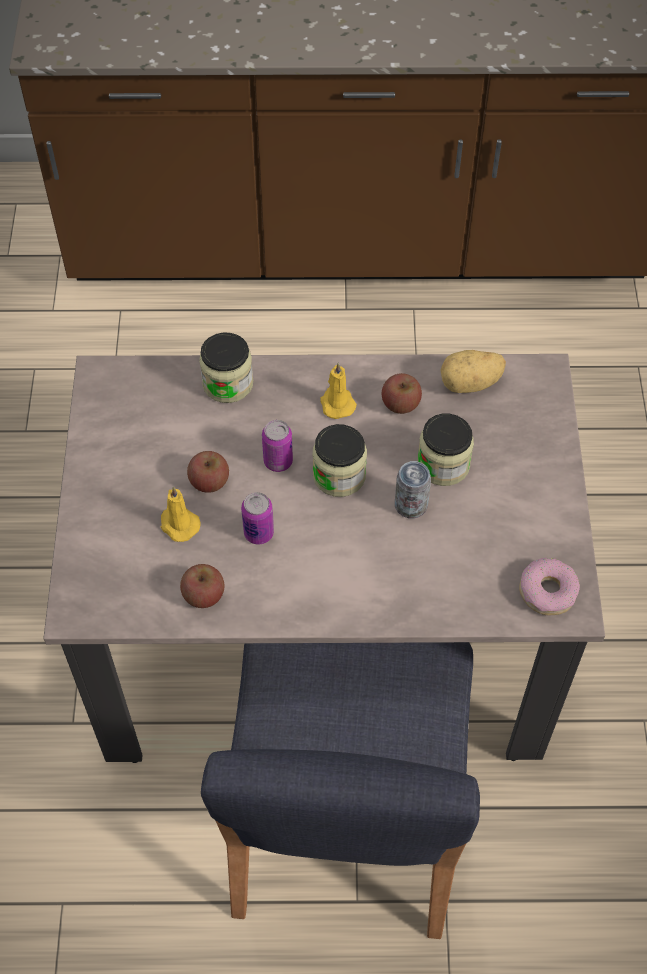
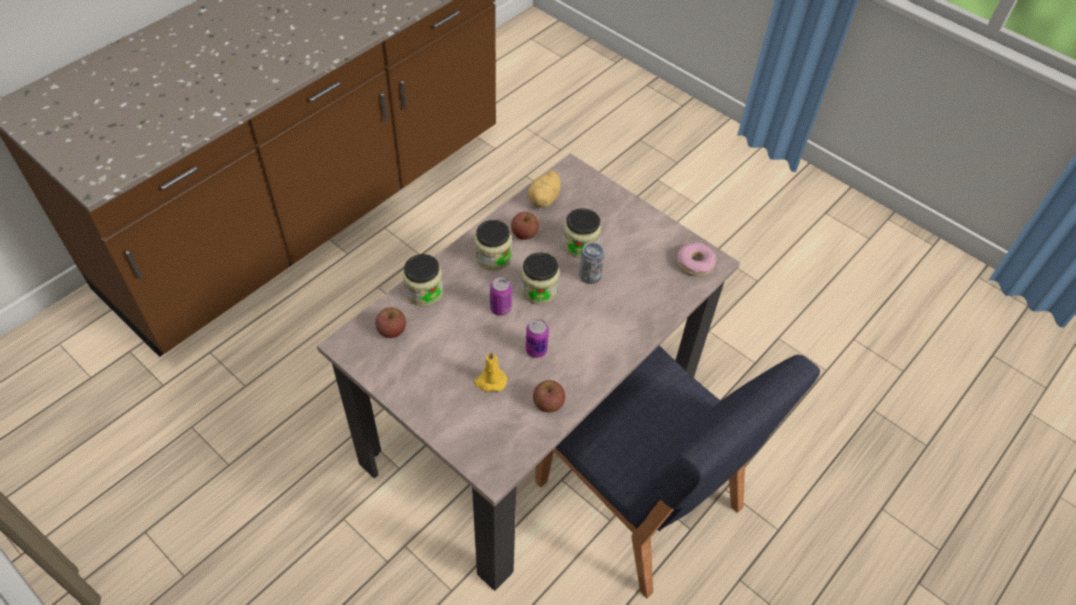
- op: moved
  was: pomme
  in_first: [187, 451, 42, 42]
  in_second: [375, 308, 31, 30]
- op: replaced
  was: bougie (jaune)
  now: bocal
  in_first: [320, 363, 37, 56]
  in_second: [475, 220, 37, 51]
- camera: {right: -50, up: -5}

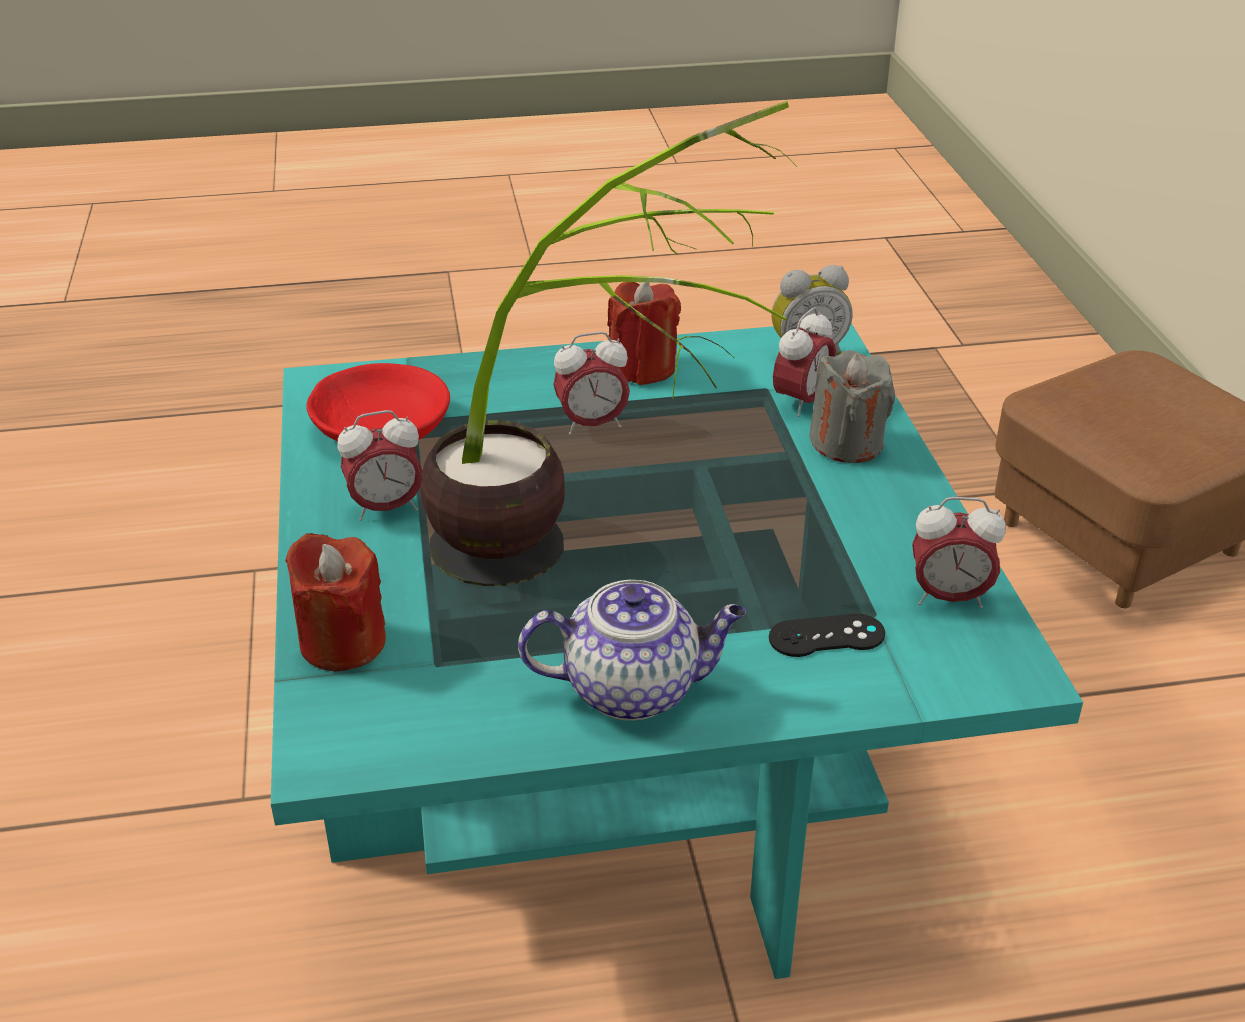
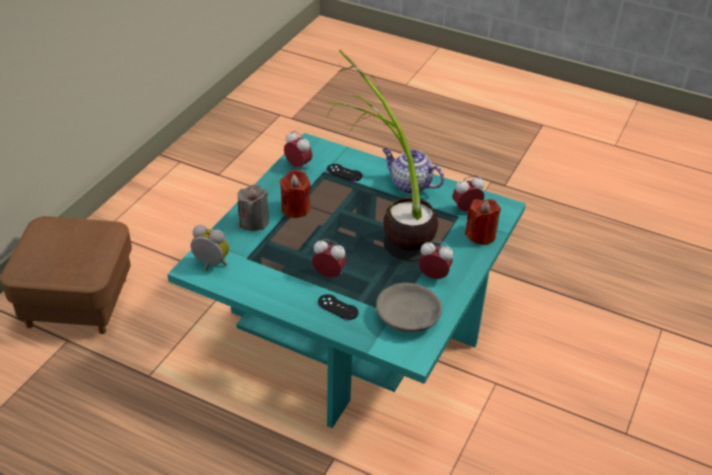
- op: recoloured
  was: bol (rouge)
  now: bol (gris)
  in_first: [307, 363, 143, 78]
  in_second: [376, 283, 66, 49]
- op: moved
  was: bougie (rouge)
  in_first: [607, 282, 74, 103]
  in_second: [280, 170, 31, 48]
- op: moved
  was: réveil
  in_first: [773, 307, 63, 110]
  in_second: [453, 175, 32, 37]
- op: added
  now: manette (noir)
  in_second: [318, 294, 41, 26]
- camera: {right: -145, up: 5}

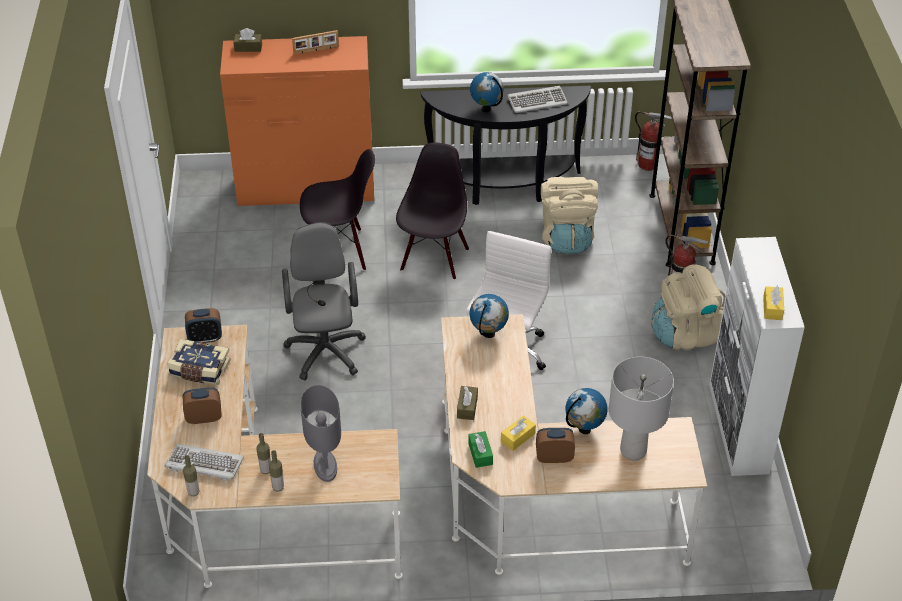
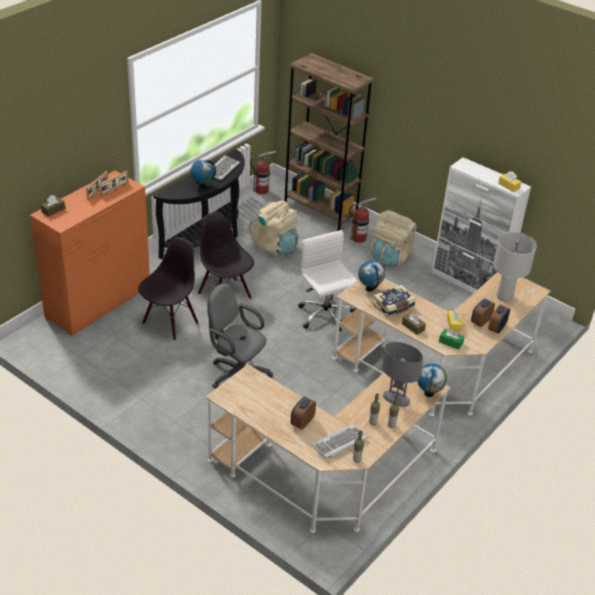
- op: moved
  was: livre
  in_first: [167, 339, 64, 46]
  in_second: [373, 285, 43, 33]
- op: moved
  was: réveil
  in_first: [185, 308, 37, 35]
  in_second: [488, 305, 22, 29]
- op: moved
  was: globe
  in_first: [565, 388, 43, 46]
  in_second: [417, 363, 30, 34]
- op: added
  now: cadre photo
  in_second: [100, 171, 29, 26]
- camera: {right: -50, up: -5}

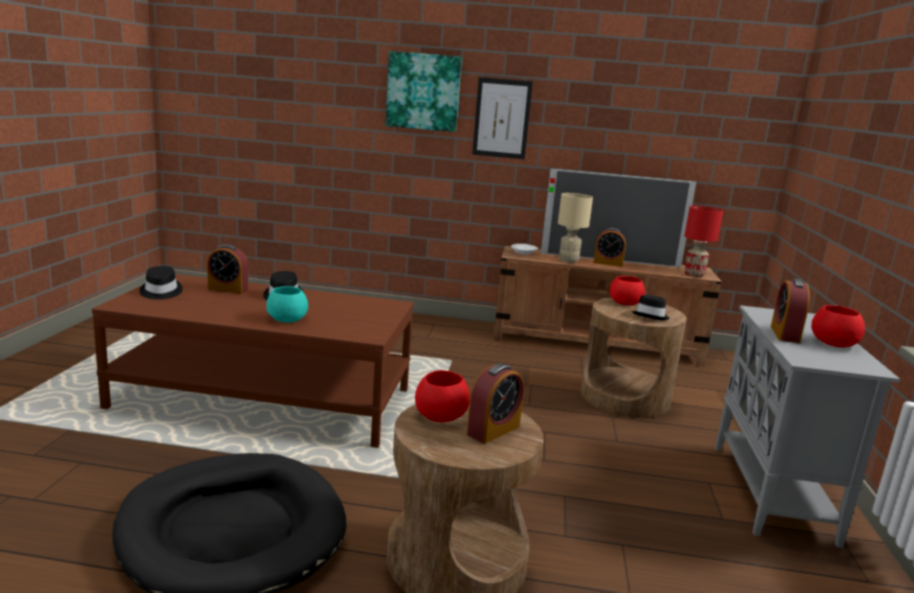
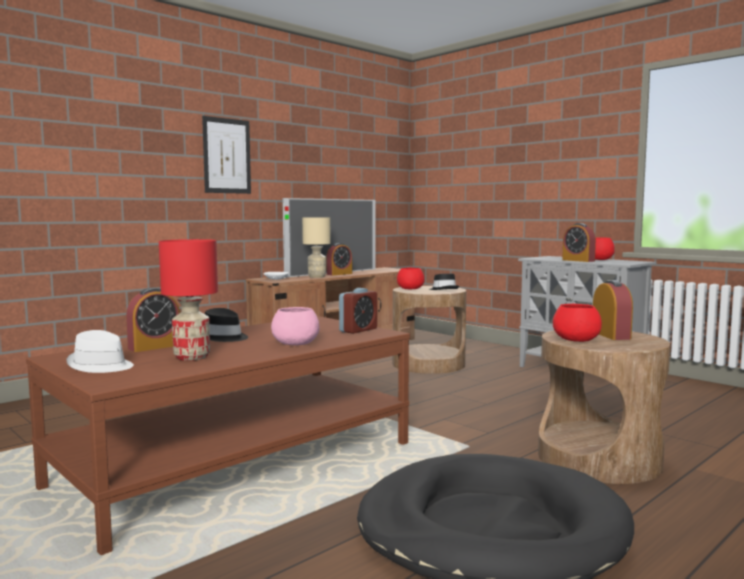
- op: recoloured
  was: chapeau (noir)
  now: chapeau (blanc)
  in_first: [140, 266, 43, 34]
  in_second: [66, 330, 68, 43]
- op: recoloured
  was: bol (turquoise)
  now: bol (rose)
  in_first: [266, 286, 42, 37]
  in_second: [271, 307, 48, 38]
- op: removed
  was: tableau
  in_first: [386, 51, 76, 81]
- op: moved
  was: lampe de table (rouge)
  in_first: [684, 205, 39, 72]
  in_second: [159, 239, 59, 122]
- op: added
  now: réveil
  in_second: [339, 288, 38, 46]
- camera: {right: -50, up: -10}

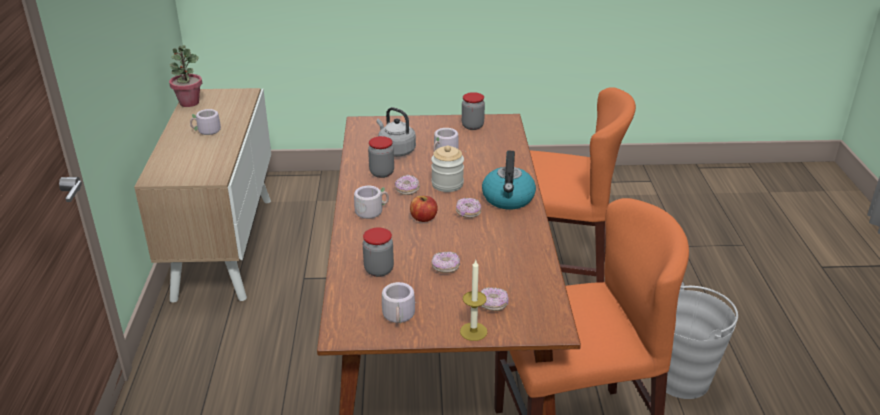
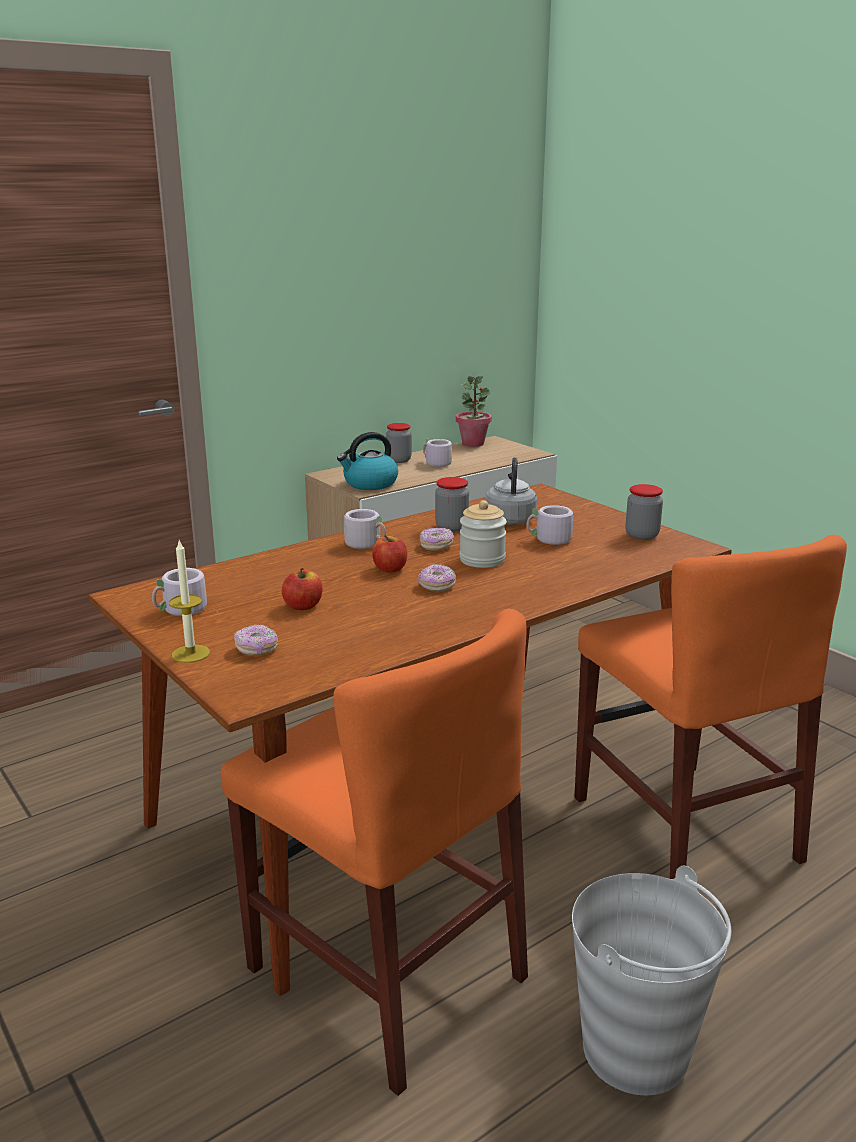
- op: moved
  was: bocal
  in_first: [363, 228, 31, 49]
  in_second: [386, 423, 25, 40]
- op: replaced
  was: beignet
  now: pomme
  in_first: [431, 252, 29, 21]
  in_second: [282, 568, 41, 42]
- op: moved
  was: bouilloire
  in_first: [482, 151, 54, 58]
  in_second: [337, 432, 61, 58]
- camera: {right: 55, up: -10}

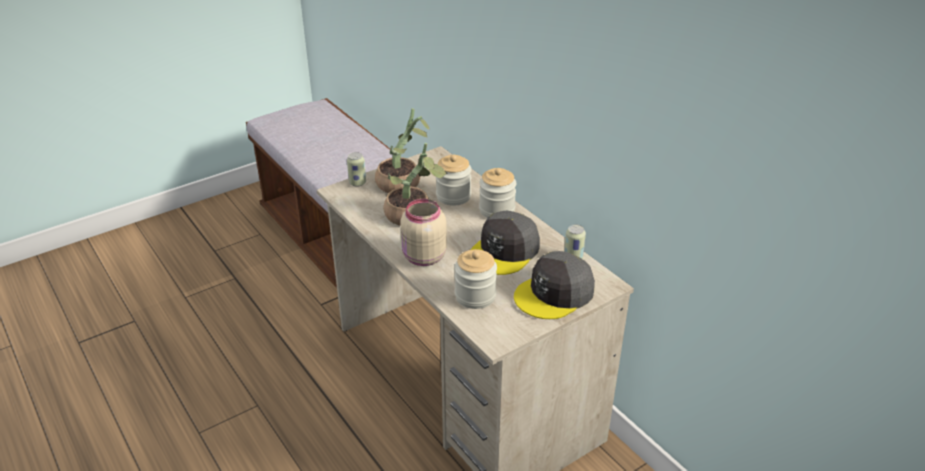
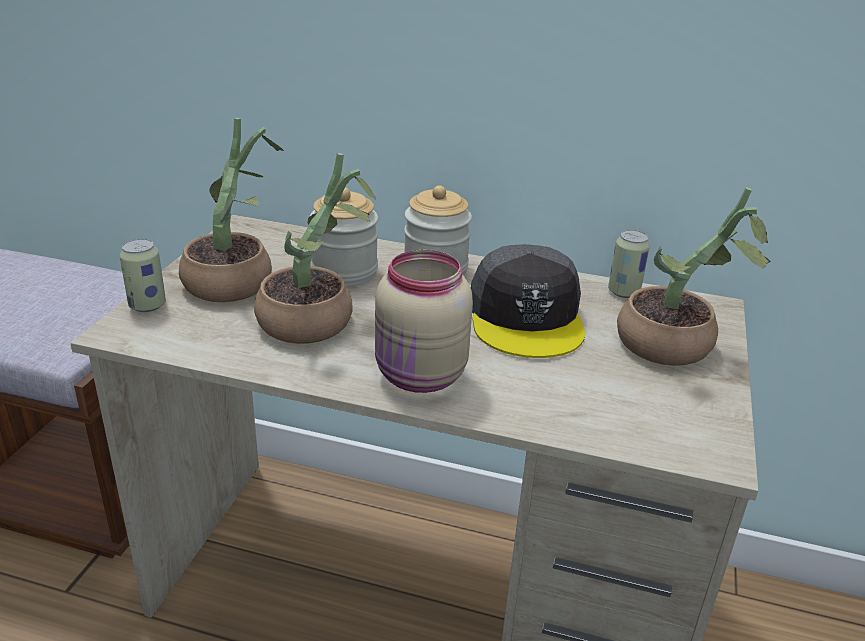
- op: removed
  was: bocal
  in_first: [455, 249, 42, 60]
- op: replaced
  was: casquette (gris)
  now: plante en pot
  in_first: [514, 251, 81, 68]
  in_second: [617, 187, 154, 179]
- camera: {right: -40, up: -5}

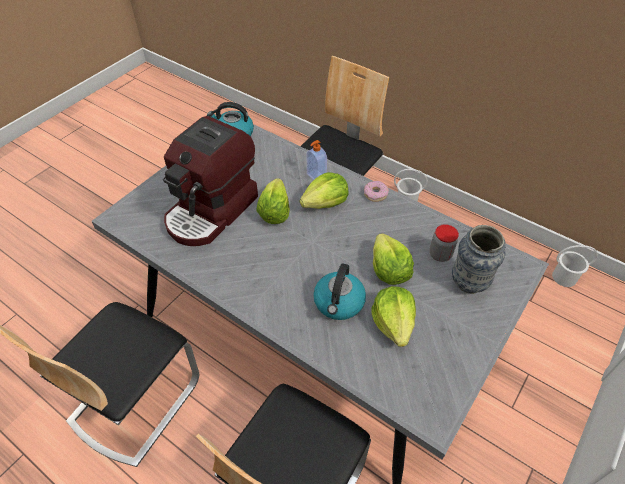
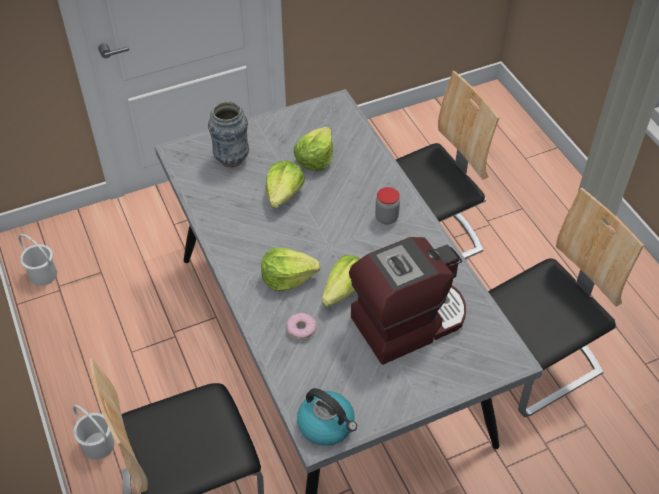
- op: removed
  was: distributeur de savon
  in_first: [307, 140, 20, 40]
- op: removed
  was: bouilloire
  in_first: [313, 263, 53, 57]
- op: moved
  was: beignet
  in_first: [364, 181, 25, 21]
  in_second: [287, 313, 30, 27]
- op: moved
  was: bocal
  in_first: [430, 224, 29, 38]
  in_second: [375, 187, 25, 37]
- camera: {right: -150, up: 0}

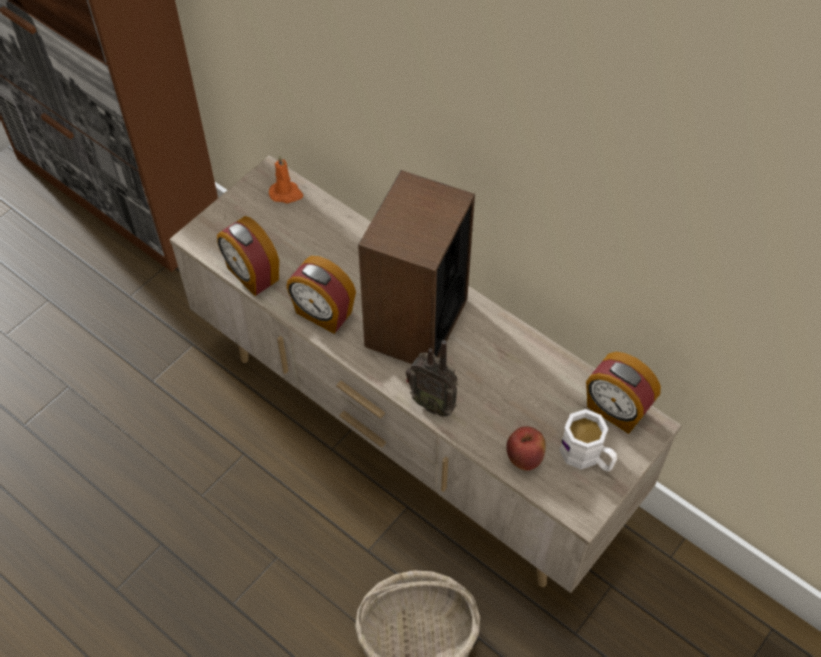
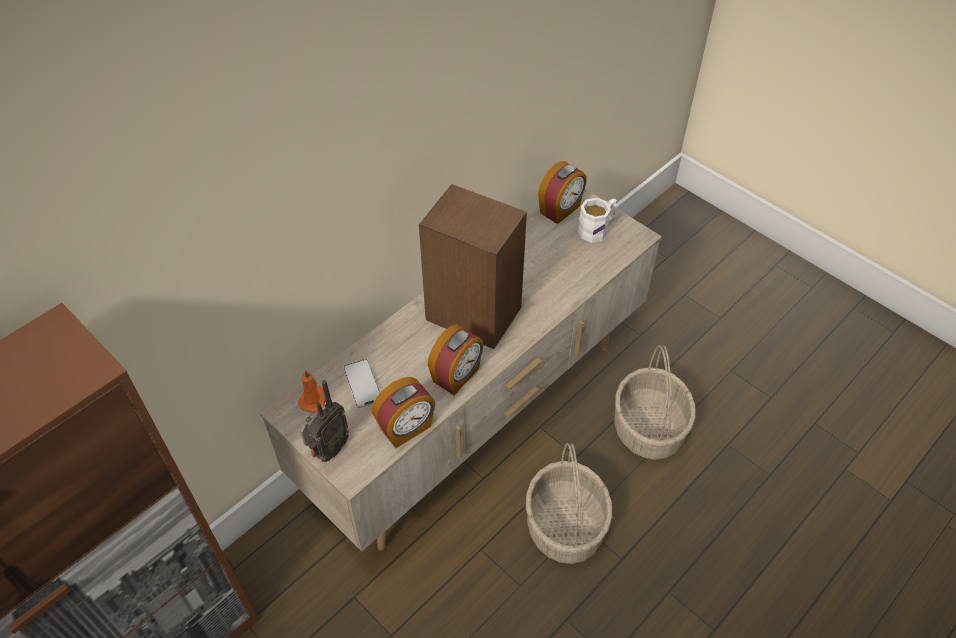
- op: moved
  was: radio
  in_first: [406, 340, 52, 77]
  in_second: [300, 380, 49, 82]
- op: removed
  was: pomme
  in_first: [506, 426, 40, 44]
- op: added
  now: téléphone
  in_second: [344, 359, 36, 49]
- op: added
  now: panier
  in_second: [526, 443, 86, 121]
- camera: {right: -85, up: -5}

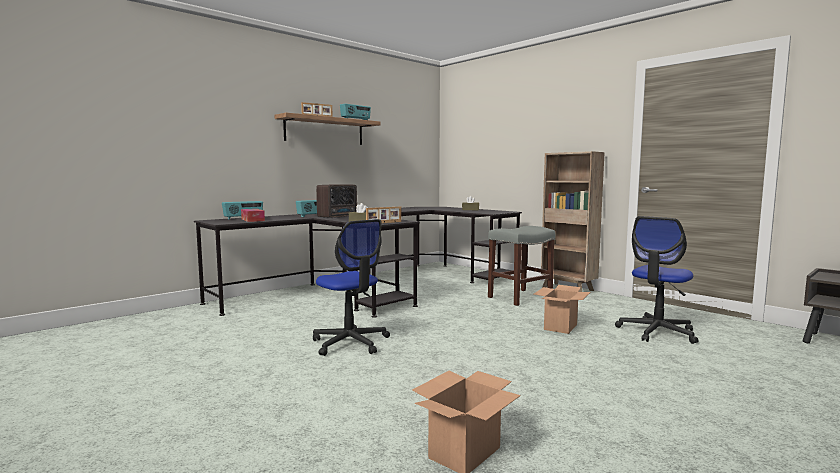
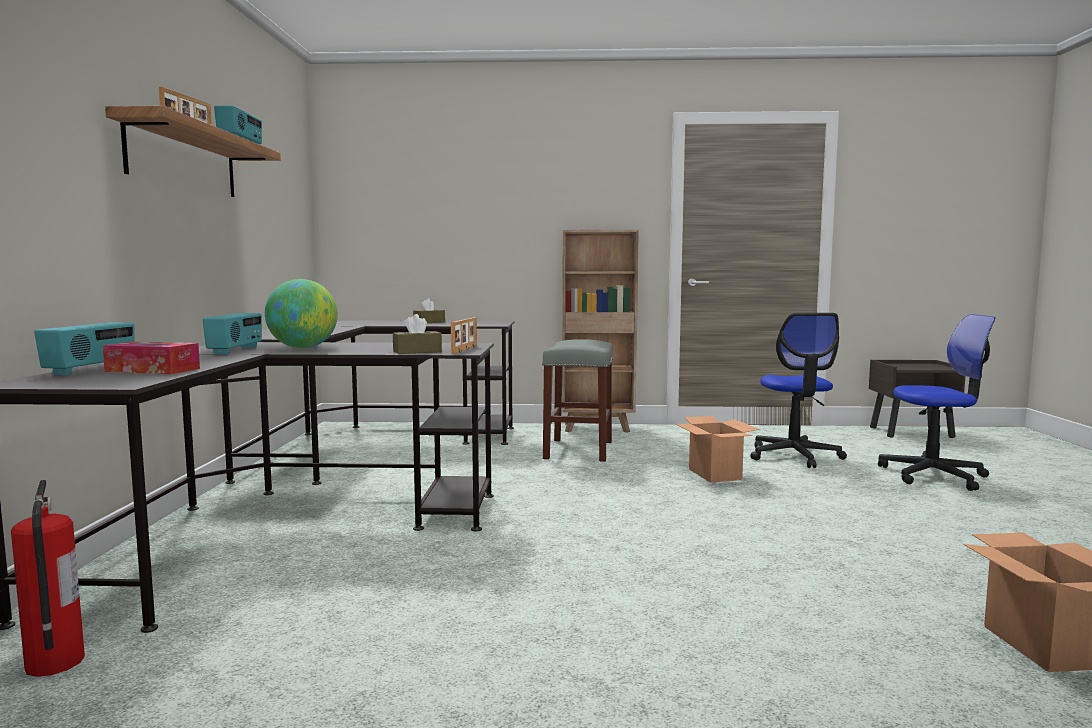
- op: moved
  was: chaise de bureau
  in_first: [313, 219, 77, 137]
  in_second: [878, 314, 117, 177]
- op: replaced
  was: radio
  now: globe
  in_first: [316, 184, 41, 34]
  in_second: [265, 279, 73, 69]
- op: added
  now: extincteur
  in_second: [11, 480, 74, 197]
- camera: {right: -45, up: 0}

